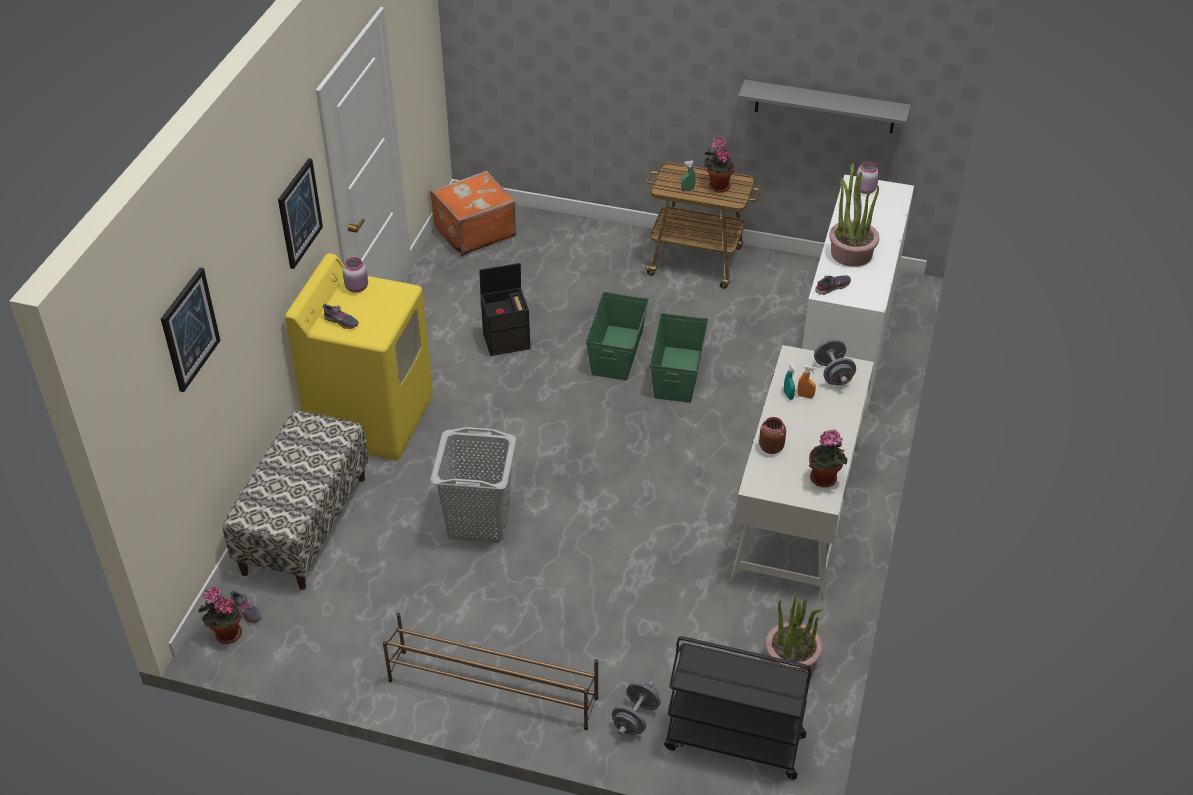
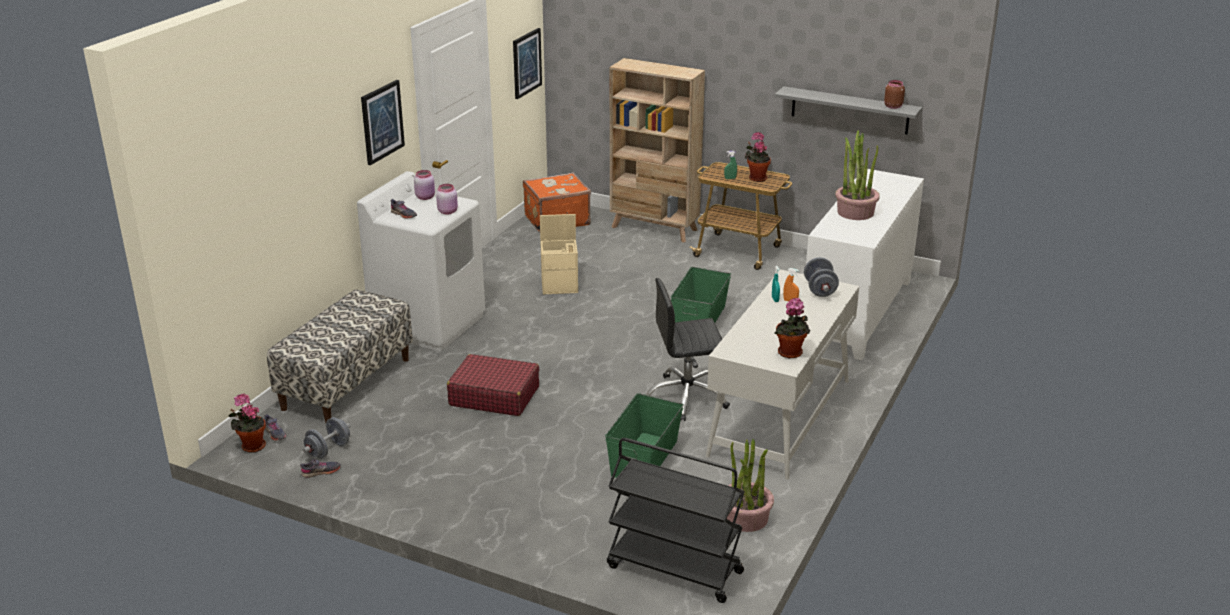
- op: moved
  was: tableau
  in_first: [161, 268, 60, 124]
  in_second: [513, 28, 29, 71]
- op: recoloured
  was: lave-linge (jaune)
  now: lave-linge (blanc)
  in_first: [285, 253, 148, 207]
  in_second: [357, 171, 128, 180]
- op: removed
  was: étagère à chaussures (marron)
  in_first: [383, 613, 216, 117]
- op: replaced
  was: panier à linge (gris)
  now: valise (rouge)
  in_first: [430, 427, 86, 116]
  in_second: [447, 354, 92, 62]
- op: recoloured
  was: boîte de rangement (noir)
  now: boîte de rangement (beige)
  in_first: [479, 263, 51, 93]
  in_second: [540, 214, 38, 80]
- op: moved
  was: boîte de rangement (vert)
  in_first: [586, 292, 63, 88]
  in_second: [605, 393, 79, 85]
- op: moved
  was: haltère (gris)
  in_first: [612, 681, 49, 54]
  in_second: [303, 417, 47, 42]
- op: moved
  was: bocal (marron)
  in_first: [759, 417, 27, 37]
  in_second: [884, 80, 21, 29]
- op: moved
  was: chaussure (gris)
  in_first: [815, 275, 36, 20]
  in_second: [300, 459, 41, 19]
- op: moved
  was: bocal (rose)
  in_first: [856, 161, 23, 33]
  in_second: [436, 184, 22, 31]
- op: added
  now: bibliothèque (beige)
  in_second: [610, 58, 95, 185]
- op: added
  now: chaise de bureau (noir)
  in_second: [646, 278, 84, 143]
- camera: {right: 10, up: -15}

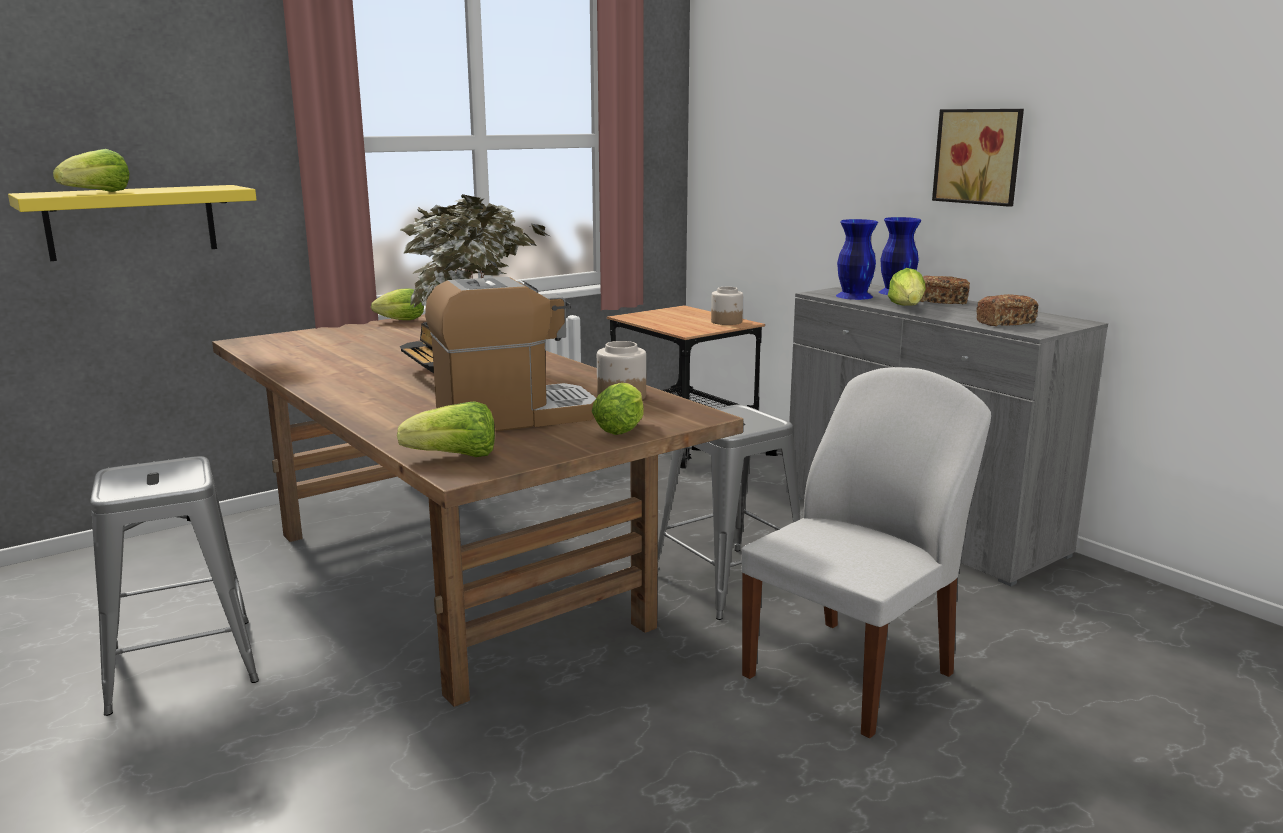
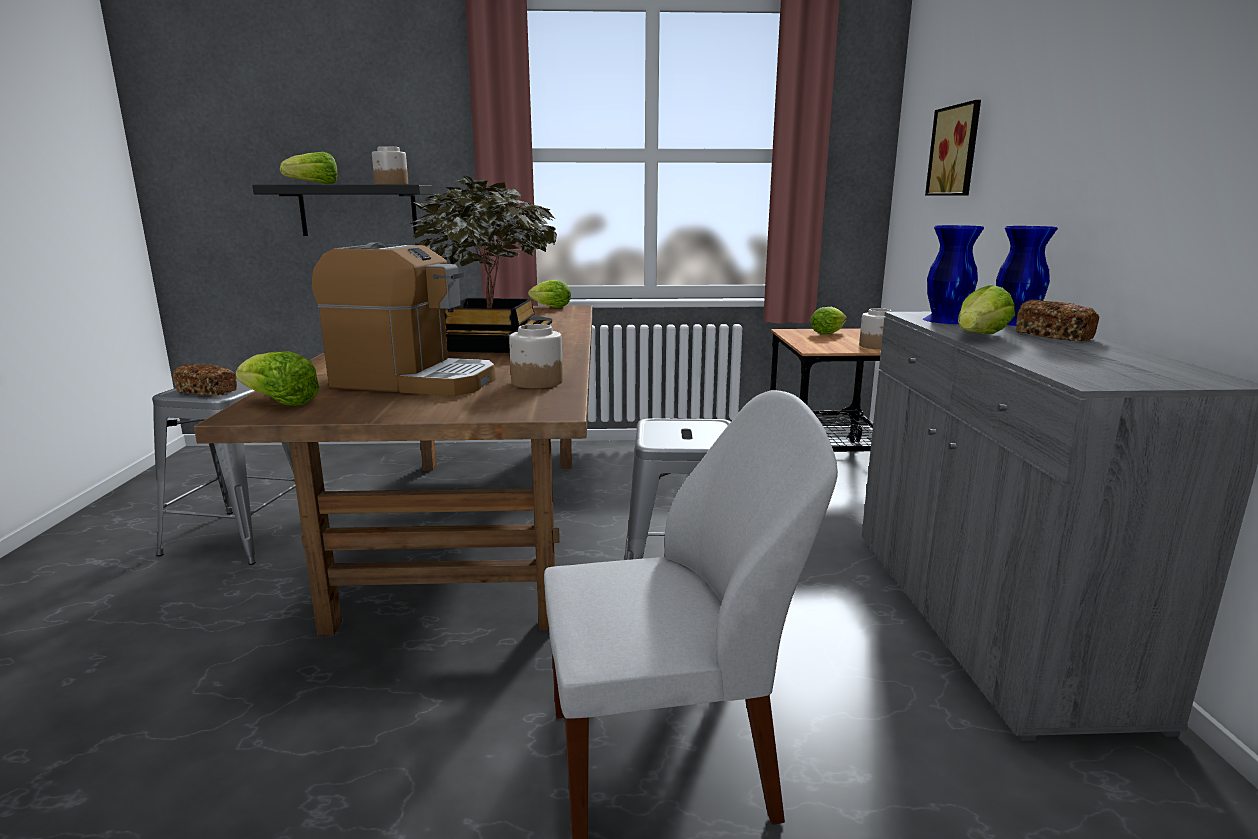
- op: recoloured
  was: étagère (jaune)
  now: étagère (noir)
  in_first: [8, 185, 248, 76]
  in_second: [253, 185, 180, 51]
- op: moved
  was: laitue
  in_first: [592, 383, 51, 52]
  in_second: [810, 307, 37, 28]
- op: moved
  was: tableau
  in_first: [932, 109, 92, 98]
  in_second: [925, 100, 56, 96]
- op: moved
  was: pain
  in_first: [976, 294, 62, 32]
  in_second: [173, 364, 64, 32]
- op: added
  now: bocal
  in_second: [372, 146, 36, 39]
- camera: {right: 35, up: 0}

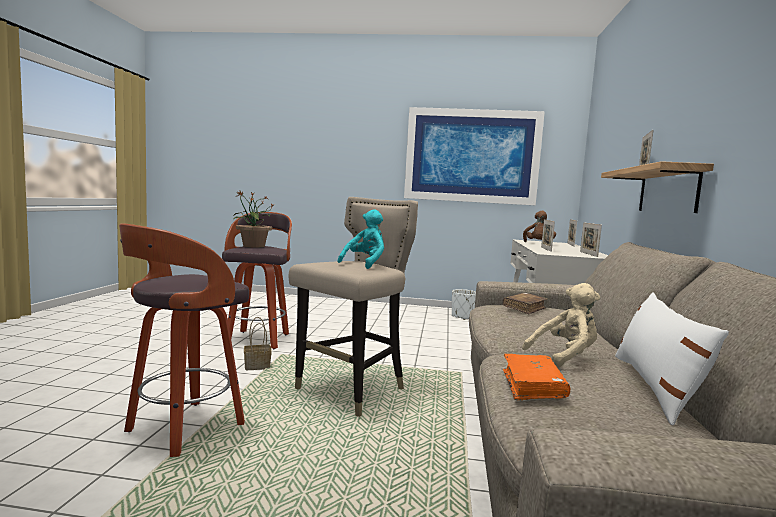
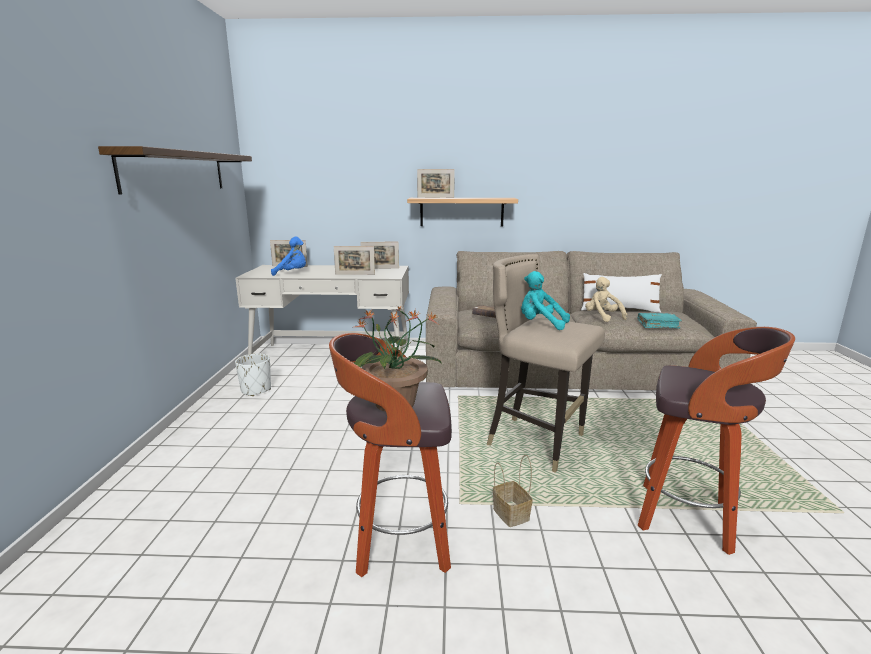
- op: replaced
  was: tableau
  now: étagère
  in_first: [404, 107, 141, 99]
  in_second: [98, 146, 154, 49]
- op: recoloured
  was: livre (orange)
  now: livre (turquoise)
  in_first: [503, 354, 67, 46]
  in_second: [637, 313, 45, 15]
- op: recoloured
  was: peluche (marron)
  now: peluche (bleu)
  in_first: [523, 211, 33, 31]
  in_second: [271, 237, 35, 39]
- camera: {right: -95, up: 10}

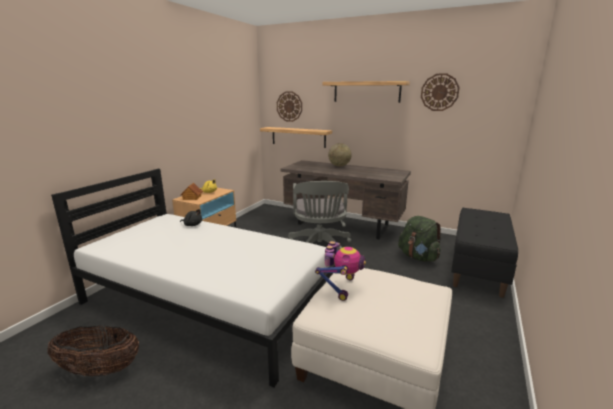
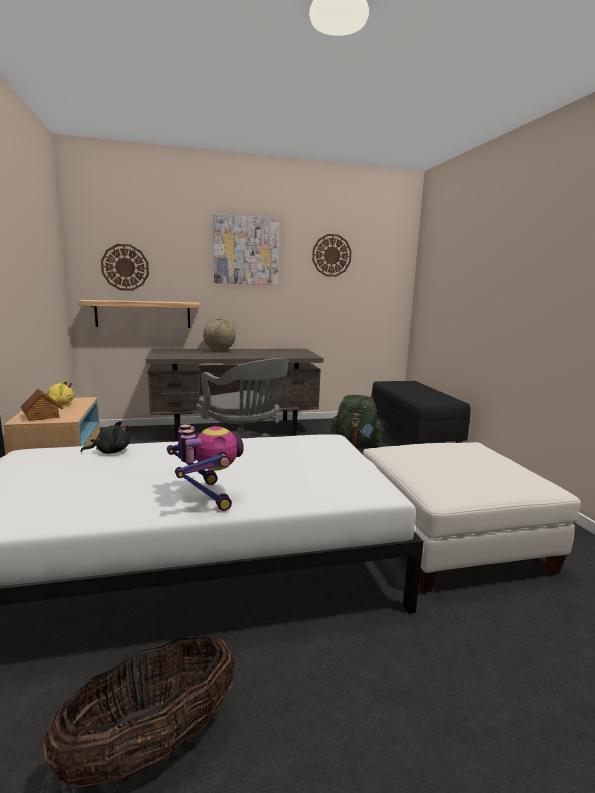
- op: moved
  was: robot jouet
  in_first: [315, 241, 51, 60]
  in_second: [167, 424, 77, 87]
- op: replaced
  was: étagère
  now: tableau
  in_first: [323, 81, 87, 22]
  in_second: [213, 214, 66, 71]
- camera: {right: -40, up: -5}

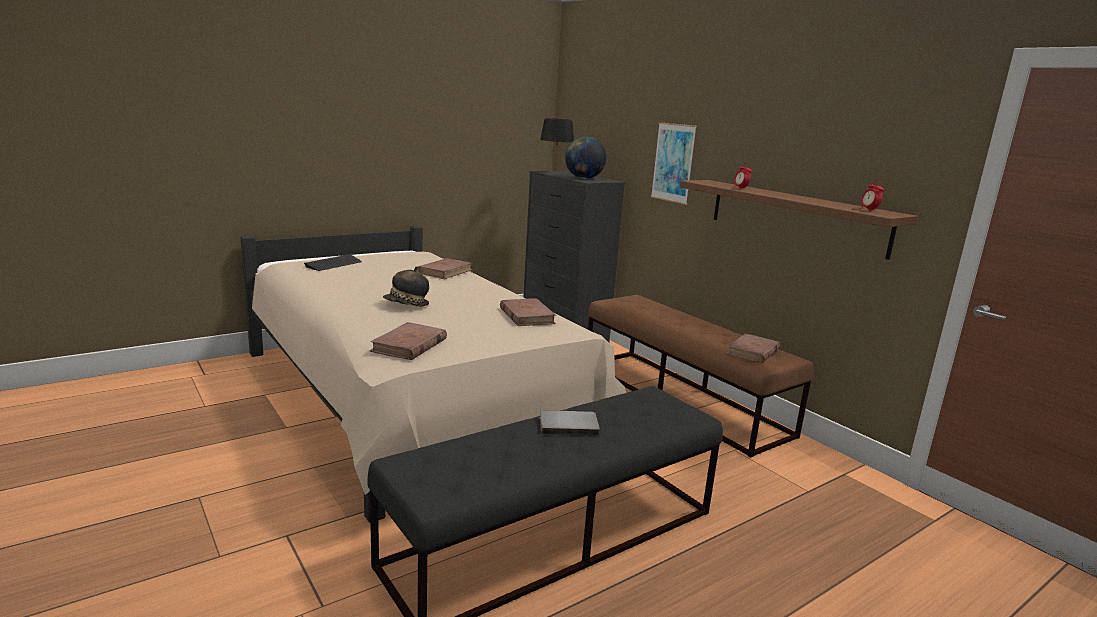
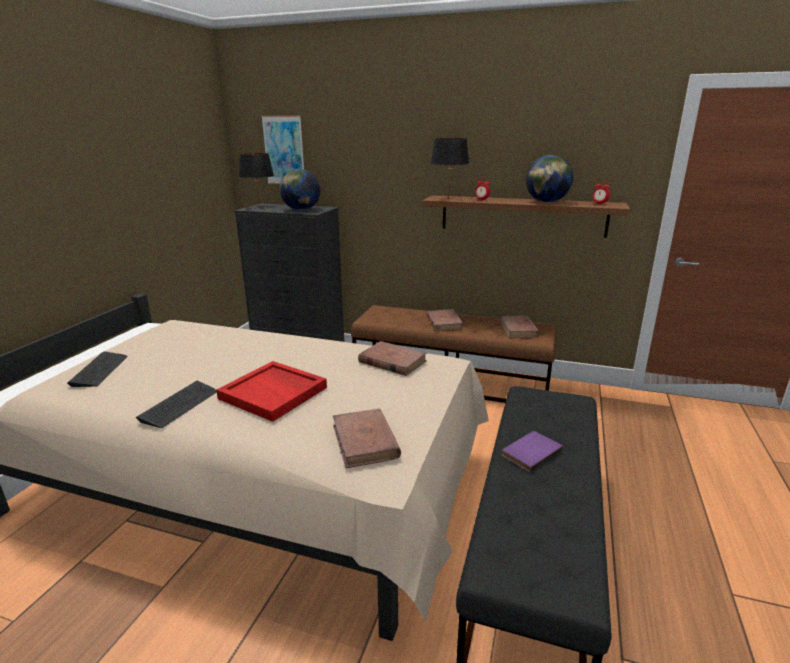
- op: replaced
  was: chapeau
  now: plateau (rouge)
  in_first: [383, 266, 46, 41]
  in_second: [216, 361, 111, 61]
- op: moved
  was: livre (marron)
  in_first: [417, 258, 56, 21]
  in_second: [427, 309, 36, 22]
- op: recoloured
  was: livre (gris)
  now: livre (violet)
  in_first: [540, 410, 60, 26]
  in_second: [502, 431, 61, 41]
- op: moved
  was: tableau
  in_first: [651, 122, 46, 83]
  in_second: [261, 115, 43, 69]
- op: added
  now: clavier
  in_second: [136, 381, 81, 47]
- op: added
  now: lampe de table (noir)
  in_second: [431, 138, 38, 61]
- op: added
  now: globe
  in_second: [526, 155, 47, 47]
- camera: {right: -35, up: 5}

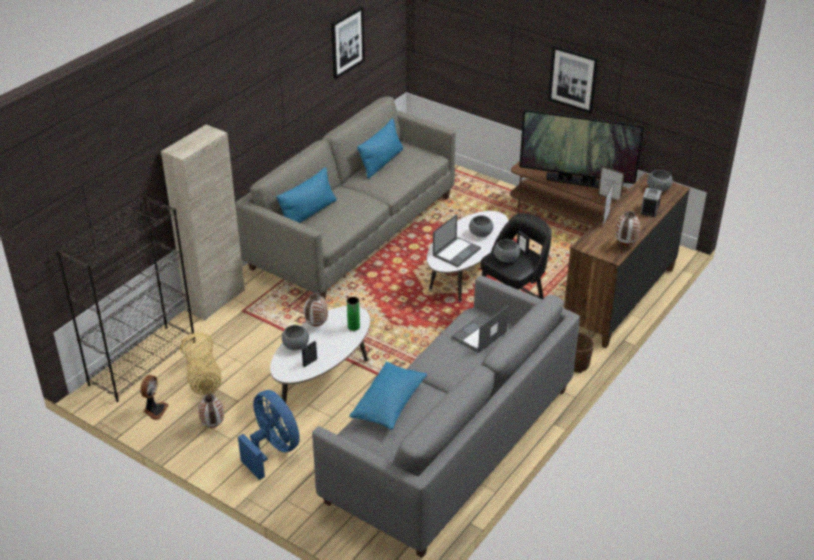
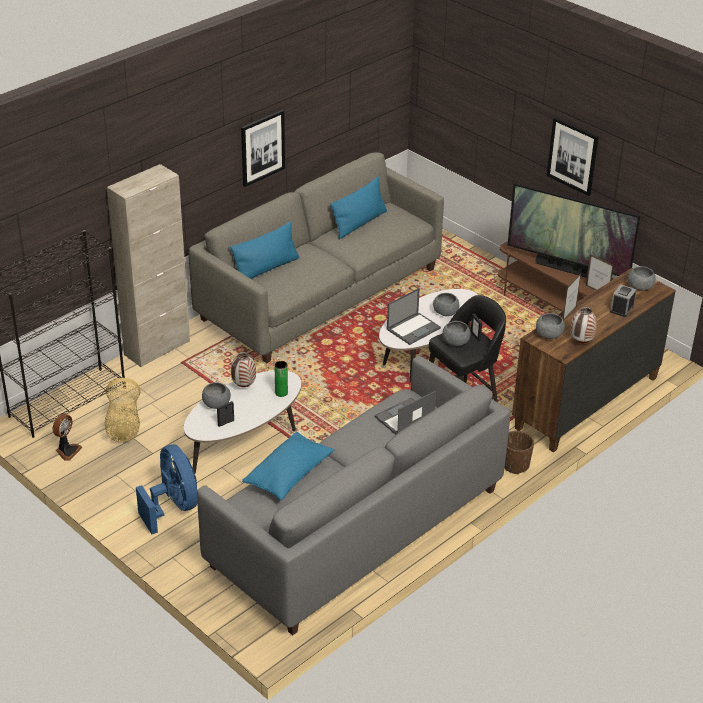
- op: removed
  was: vase
  in_first: [198, 394, 26, 34]
- op: moved
  was: tableau
  in_first: [331, 6, 34, 73]
  in_second: [241, 110, 44, 77]
- op: added
  now: bol (gris)
  in_second: [536, 313, 29, 26]
- camera: {right: 10, up: 0}

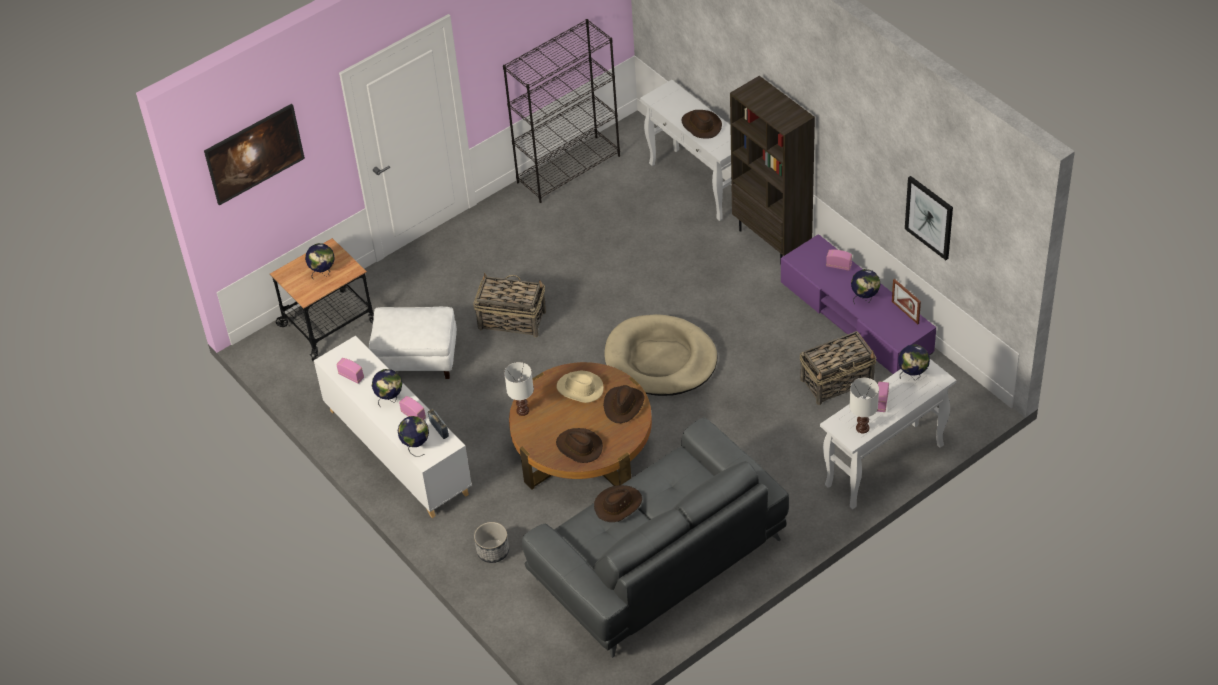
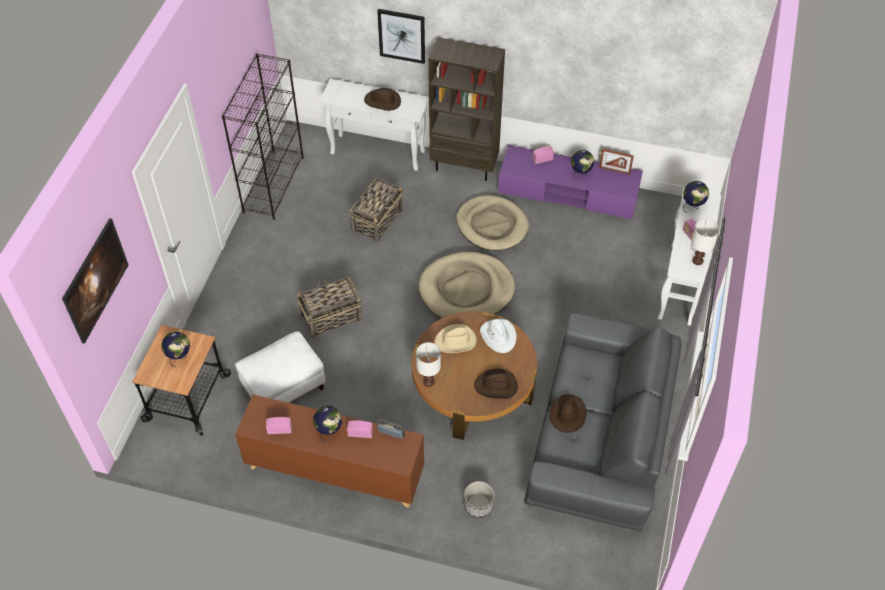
- op: recoloured
  was: meuble de rangement (blanc)
  now: meuble de rangement (marron)
  in_first: [314, 336, 158, 182]
  in_second: [235, 395, 189, 113]
- op: removed
  was: globe
  in_first: [398, 416, 31, 41]
- op: recoloured
  was: chapeau (marron)
  now: chapeau (blanc)
  in_first: [603, 385, 42, 38]
  in_second: [480, 319, 37, 34]
- op: moved
  was: panier
  in_first: [799, 331, 77, 74]
  in_second: [349, 178, 54, 65]
- op: moved
  was: tableau
  in_first: [905, 176, 48, 84]
  in_second: [377, 9, 48, 55]
- op: added
  now: panier pour chien (beige)
  in_second: [456, 195, 73, 56]
- camera: {right: -40, up: 5}

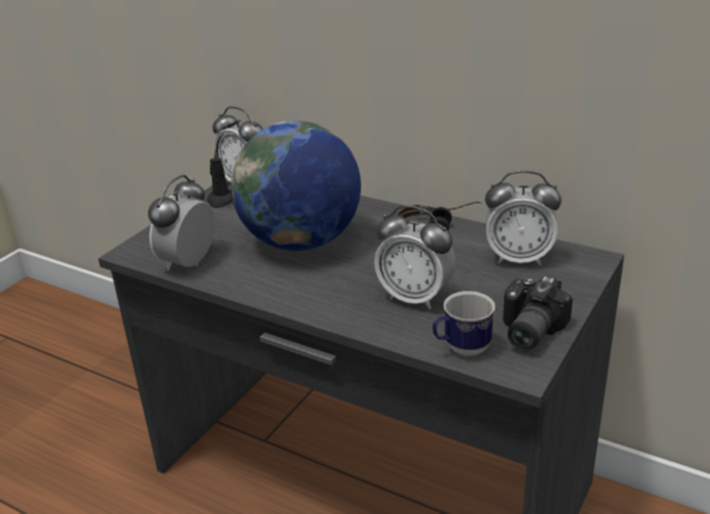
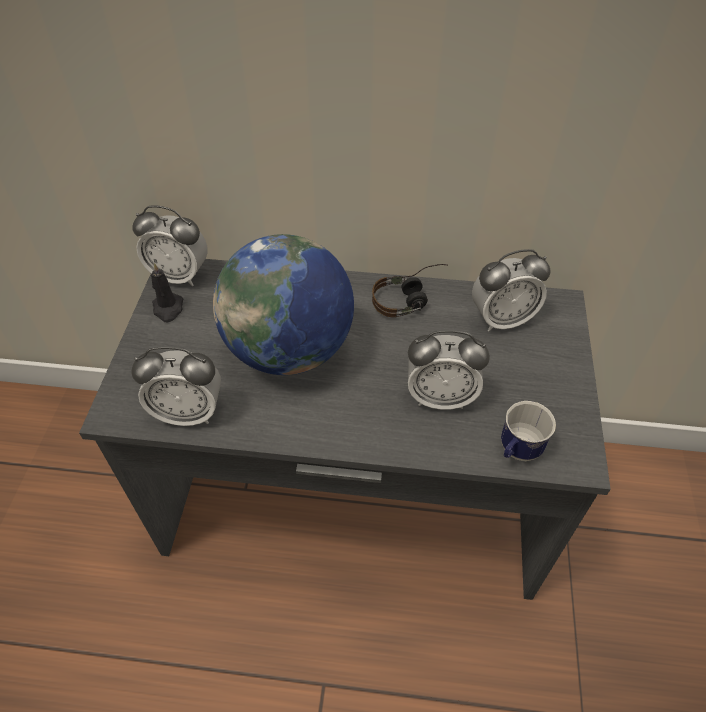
- op: turned
  was: réveil
  in_first: [148, 175, 67, 96]
  in_second: [131, 346, 90, 80]
  clockwise: -90
- op: removed
  was: appareil photo
  in_first: [503, 276, 70, 75]
- camera: {right: -25, up: 20}

